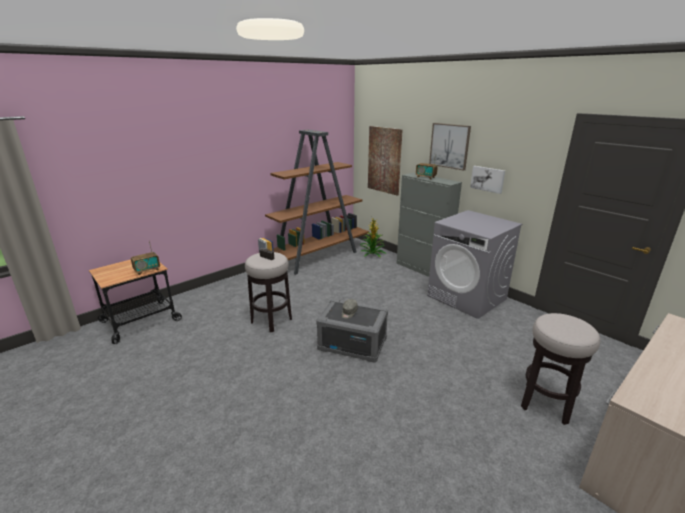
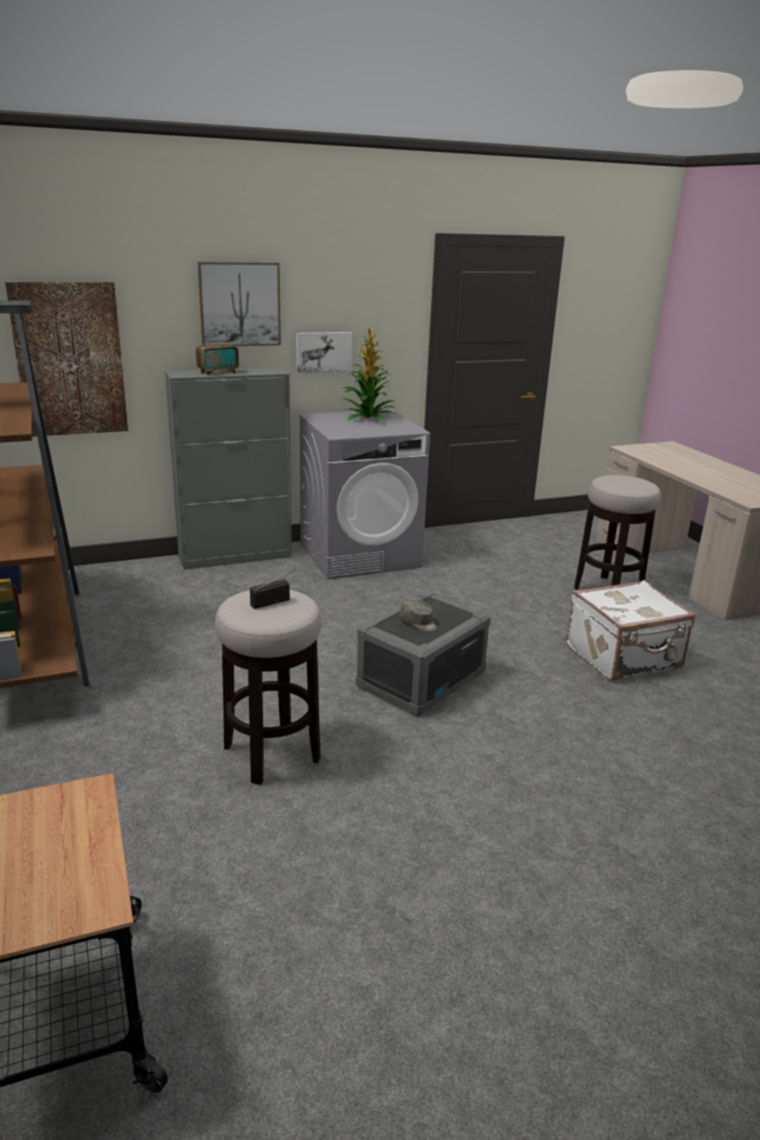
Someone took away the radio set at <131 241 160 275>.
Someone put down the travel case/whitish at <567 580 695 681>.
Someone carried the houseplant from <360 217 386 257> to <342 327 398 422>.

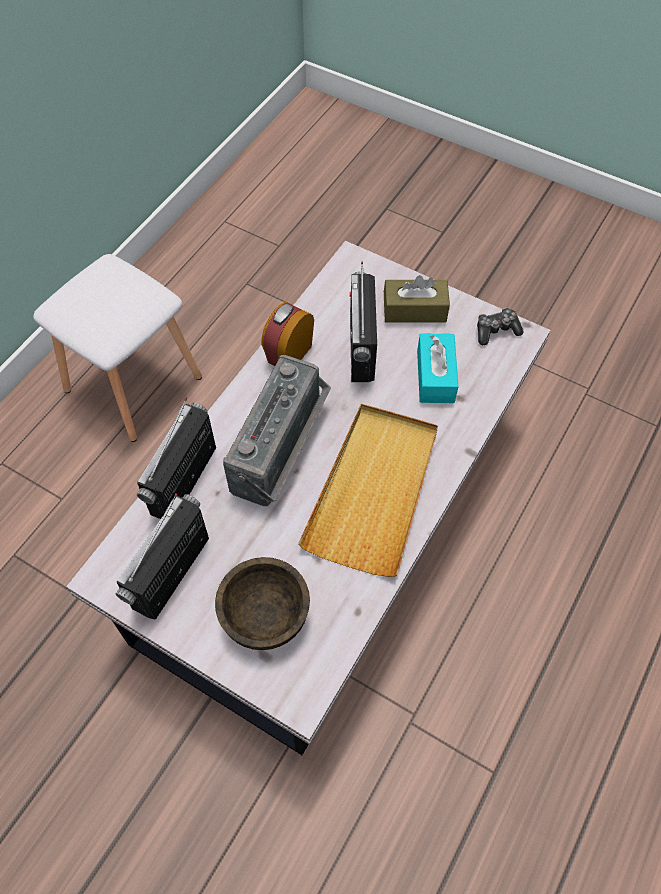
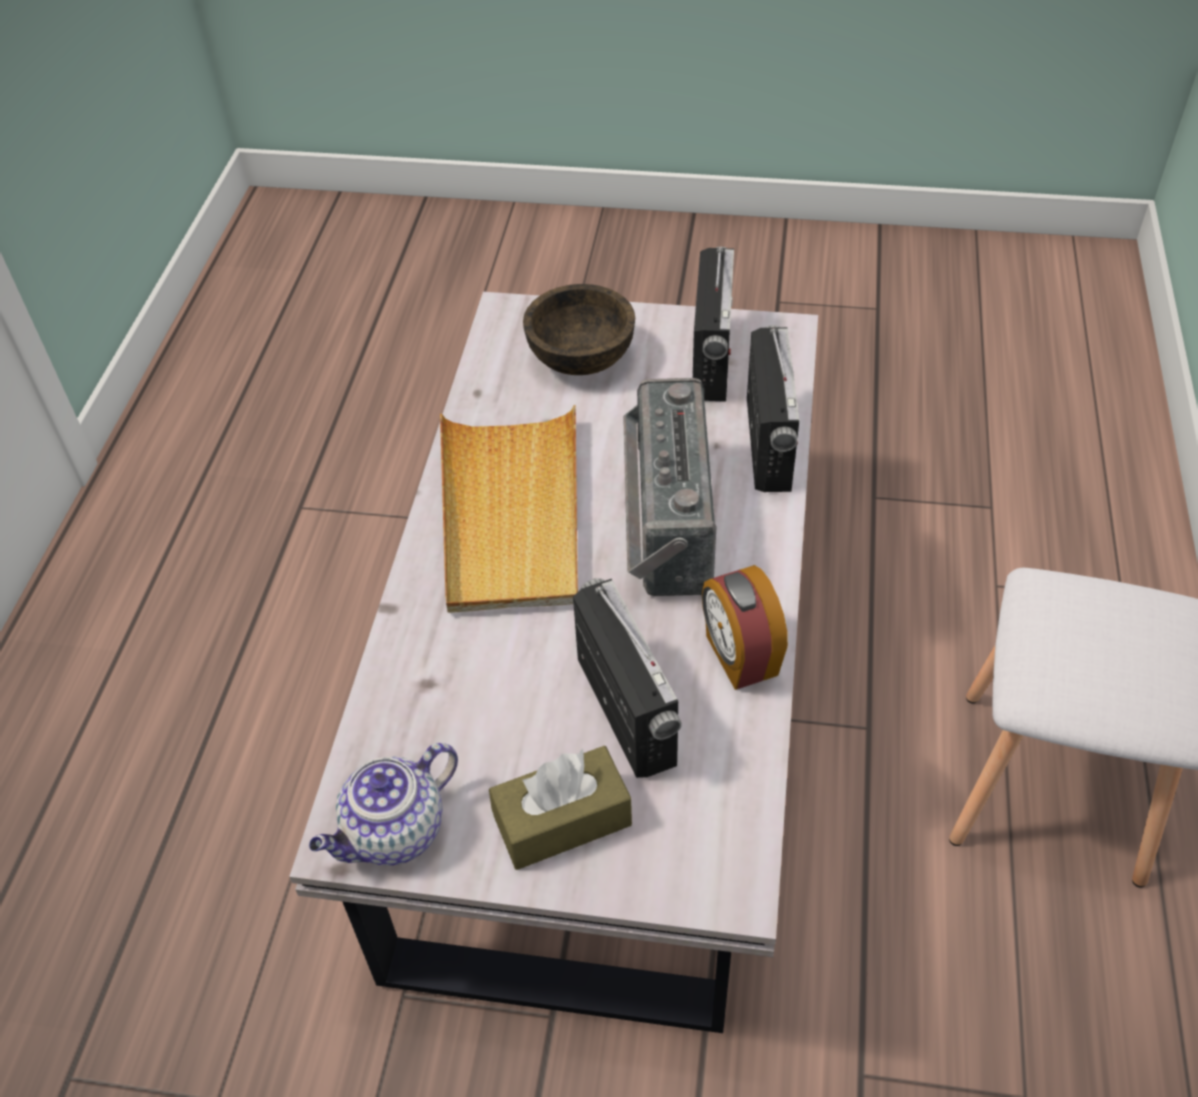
Someone took away the tissue holder/blue-green at <417 334 458 403>.
Someone swapped the gamepad at <477 308 523 345> for the pot for tea at <309 743 458 865>.
Someone rotated the alarm clock at <261 302 314 366> by 150 degrees clockwise.

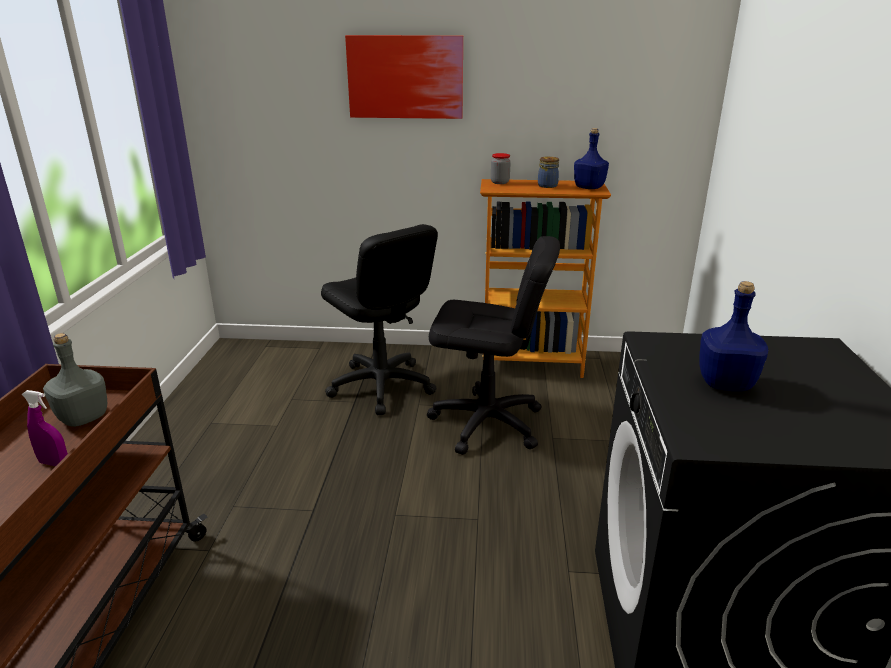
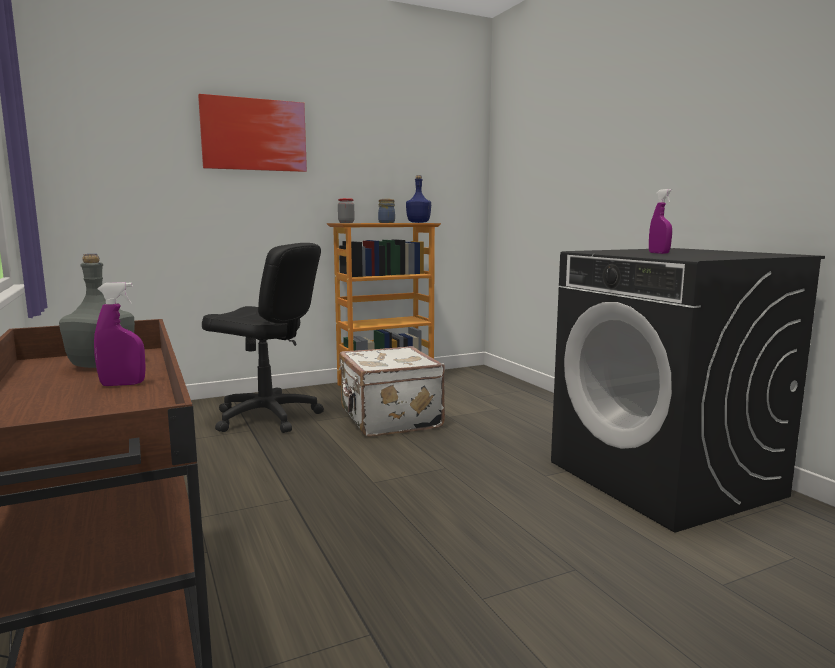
Someone swapped the computer chair/blackish at <427 236 560 455> for the travel case/whitish at <339 346 445 437>.
Someone swapped the beverage bottle/blue-coloured at <699 281 768 391> for the sprayer/purple-coloured at <649 189 673 254>.

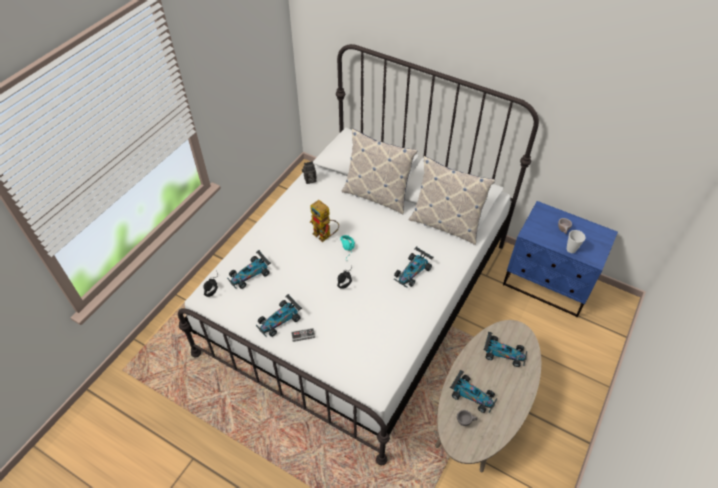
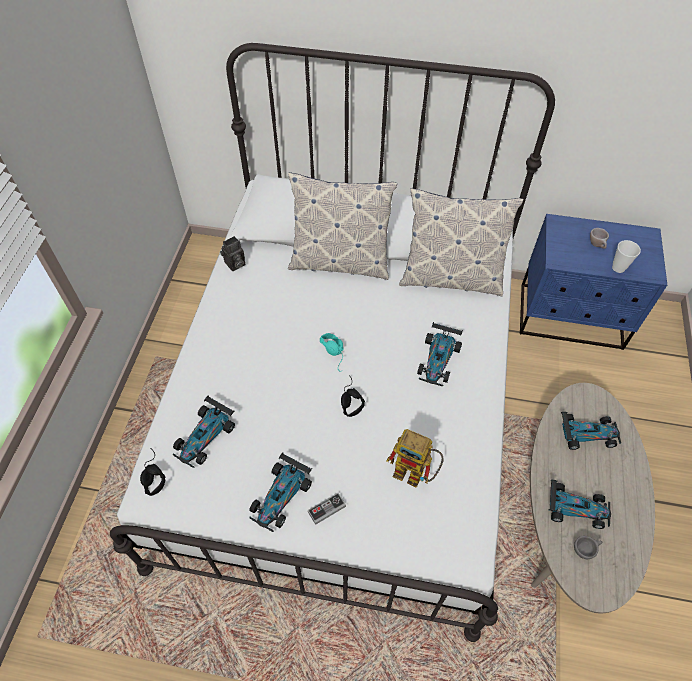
Someone carried the model robot from <310 200 339 242> to <386 429 443 488>.

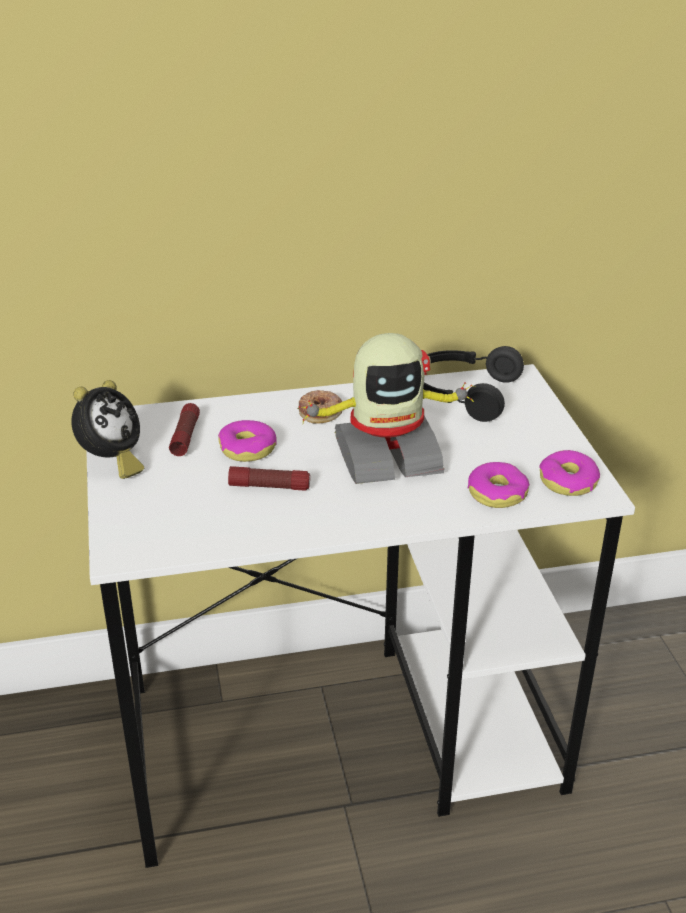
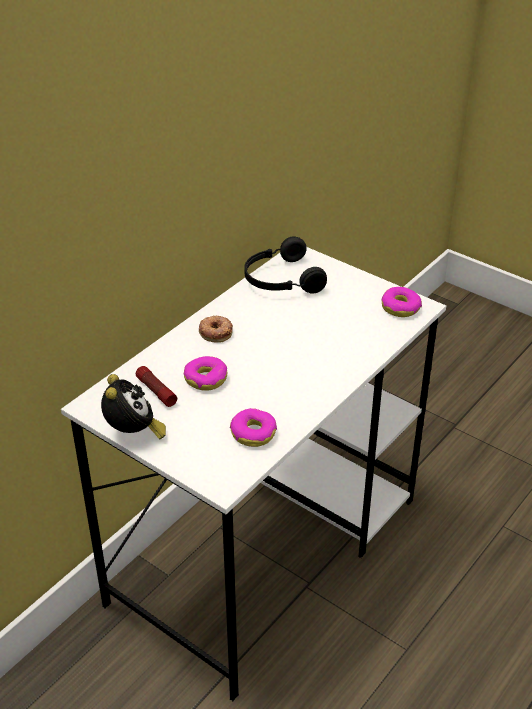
Someone took away the hand torch at <228 466 310 491>.
Someone took away the model robot at <298 333 475 484>.
Someone carried the donut from <467 462 530 508> to <230 408 277 447>.

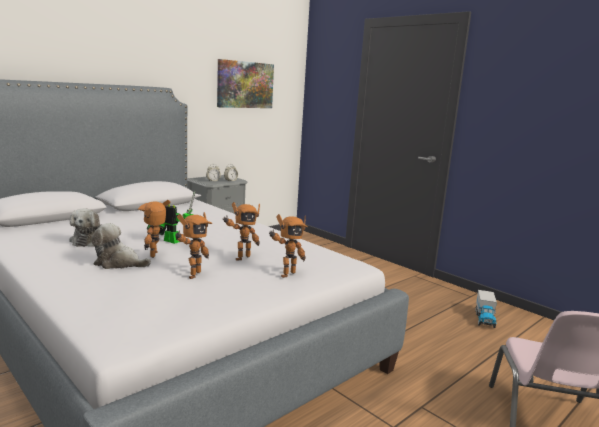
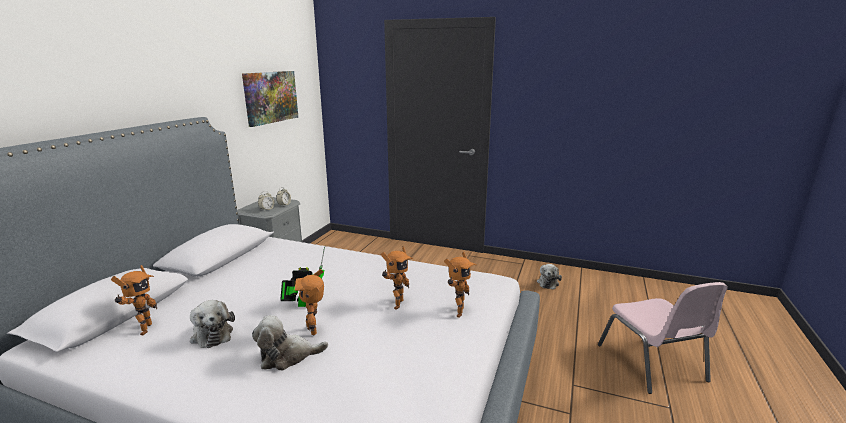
Someone carried the model robot from <175 212 212 279> to <111 265 157 335>.
Someone swapped the toy truck at <476 290 497 328> for the cuddly toy at <537 264 562 290>.

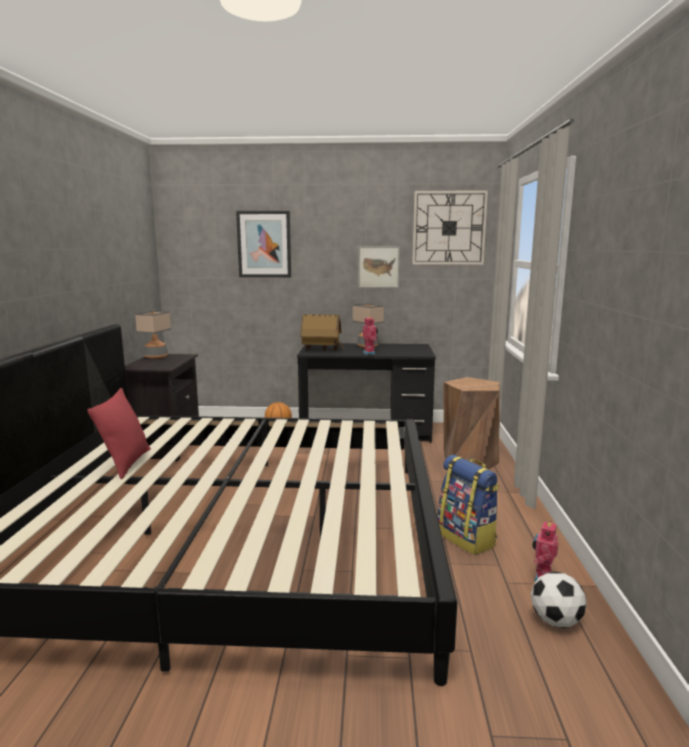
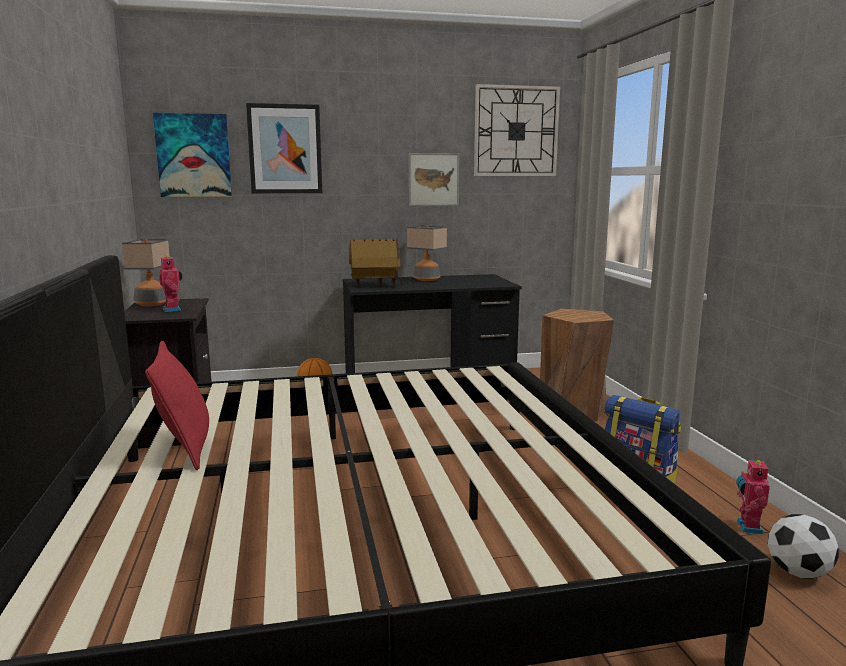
Someone put up the wall art at <153 113 232 197>.
Someone carried the model robot from <363 316 378 355> to <159 255 182 312>.

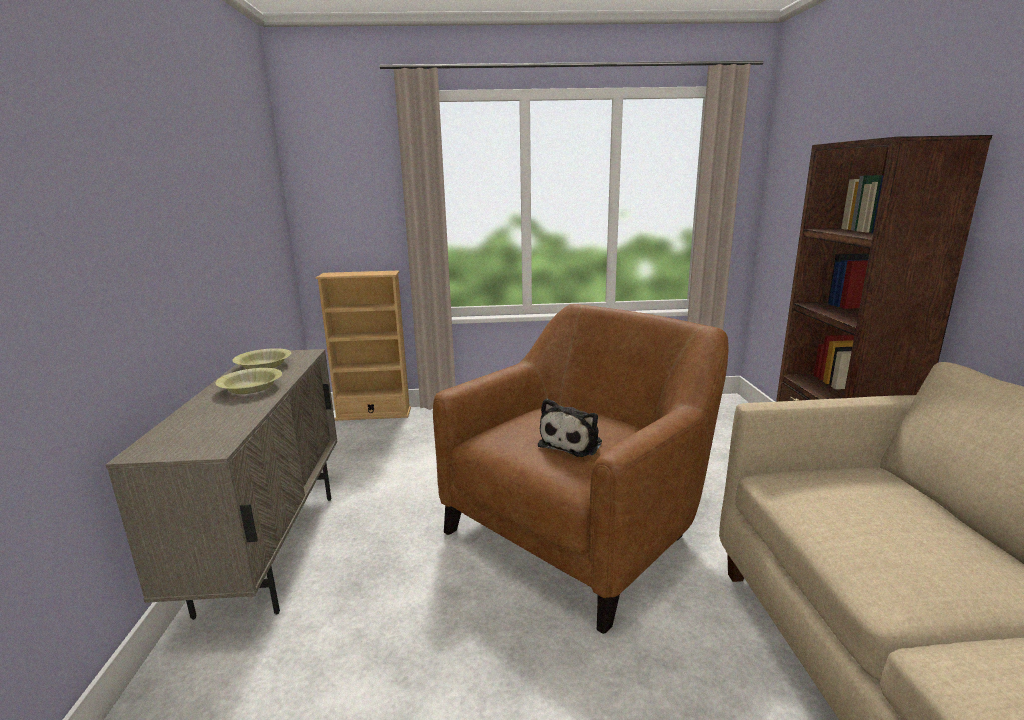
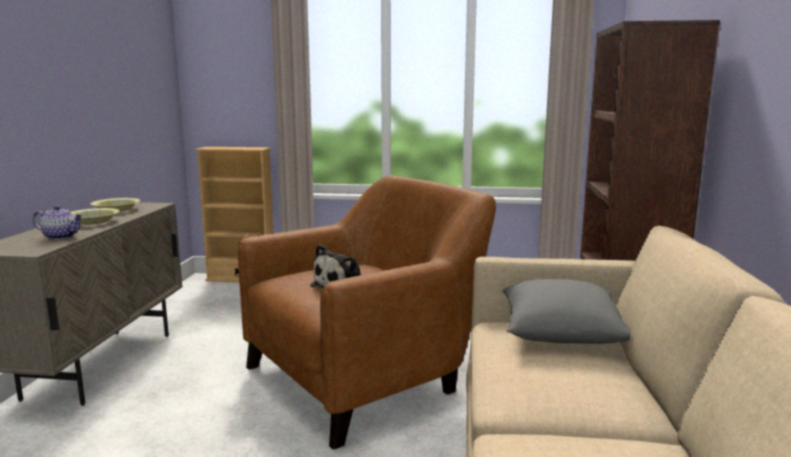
Someone put down the pot for tea at <33 205 83 240>.
Someone put down the throw pillow/greyish at <502 279 631 344>.

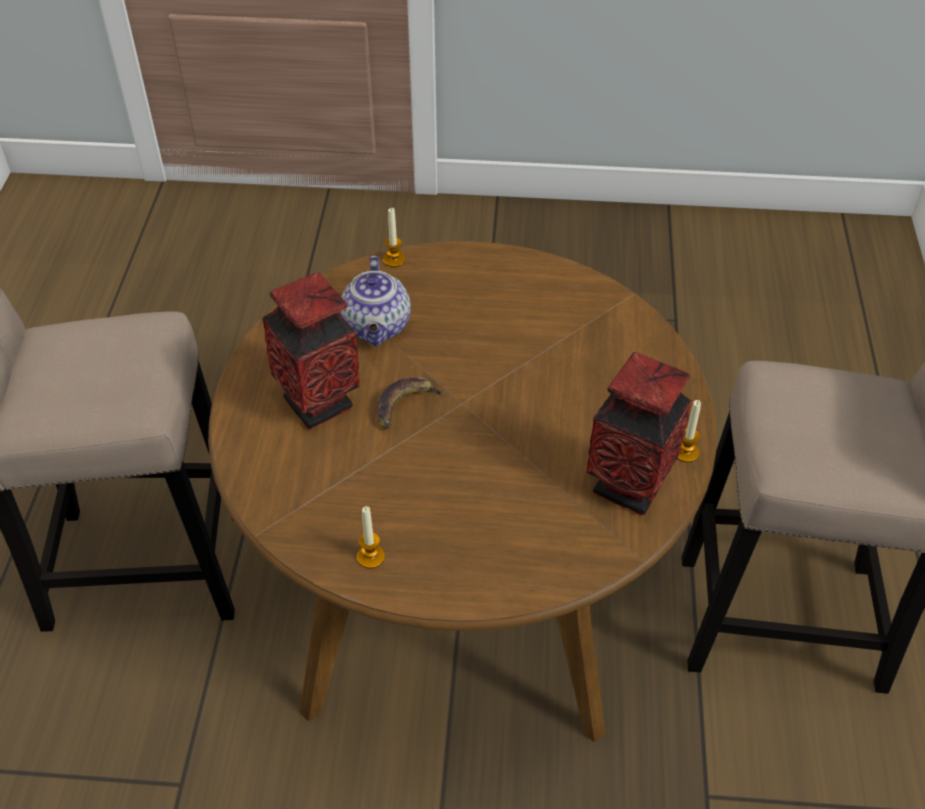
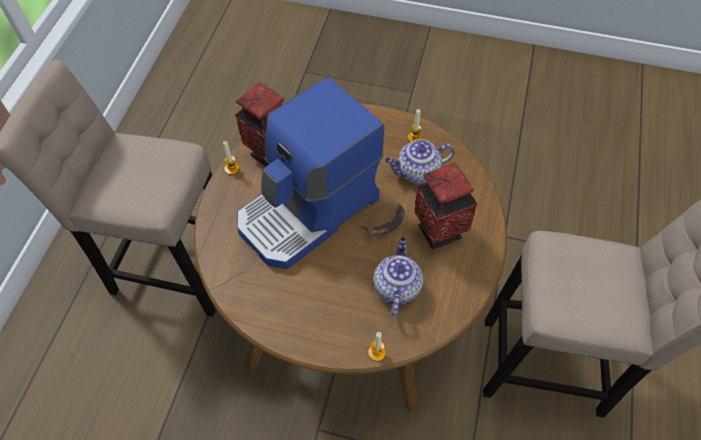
Someone put down the coffee brewer at <237 77 384 269>.
Someone put down the pot for tea at <385 139 455 184>.

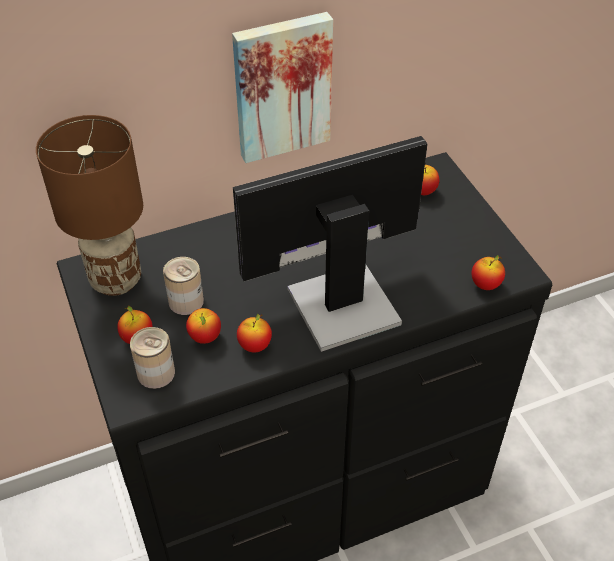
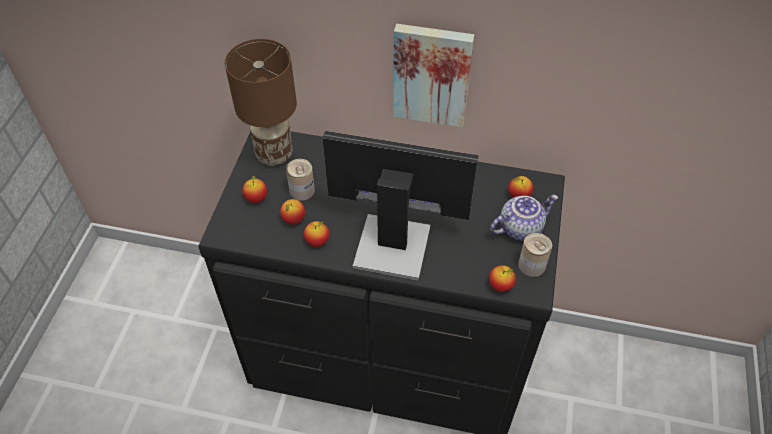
Someone put down the pot for tea at <490 195 558 241>.
Someone carried the metal can from <130 327 175 389> to <518 233 552 277>.

